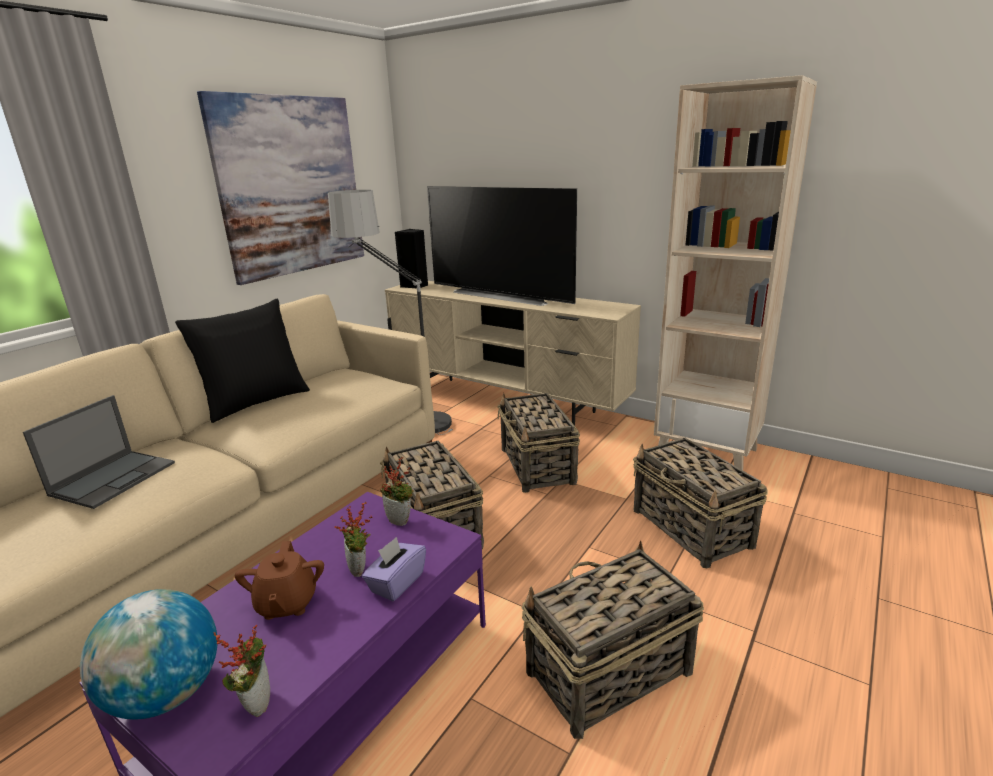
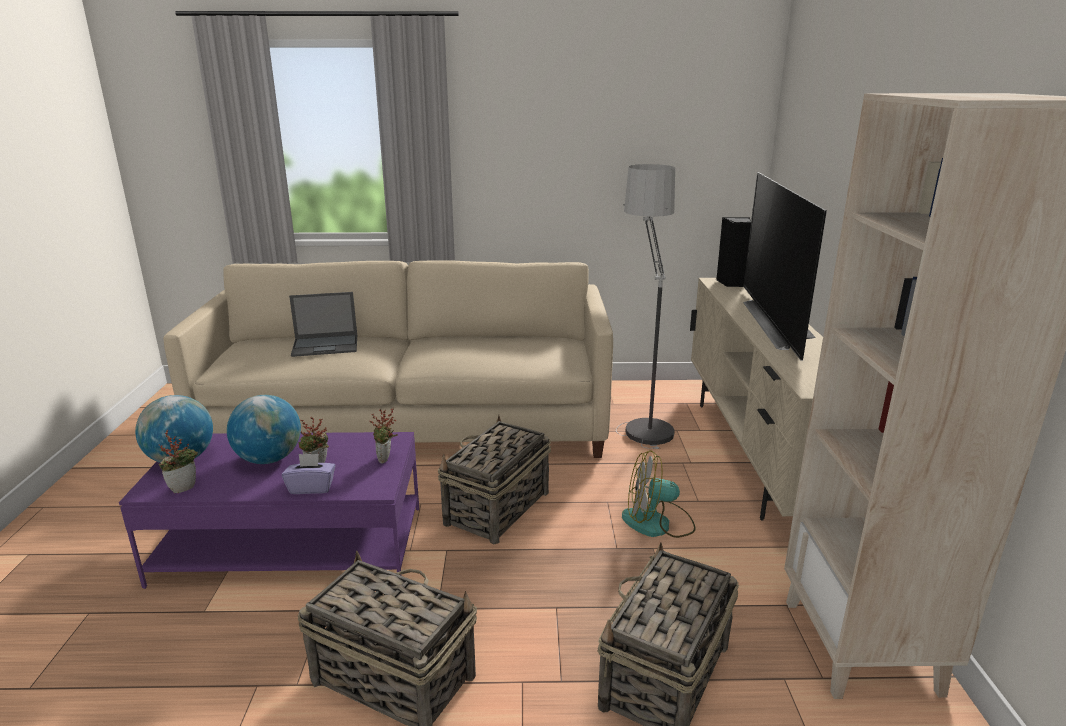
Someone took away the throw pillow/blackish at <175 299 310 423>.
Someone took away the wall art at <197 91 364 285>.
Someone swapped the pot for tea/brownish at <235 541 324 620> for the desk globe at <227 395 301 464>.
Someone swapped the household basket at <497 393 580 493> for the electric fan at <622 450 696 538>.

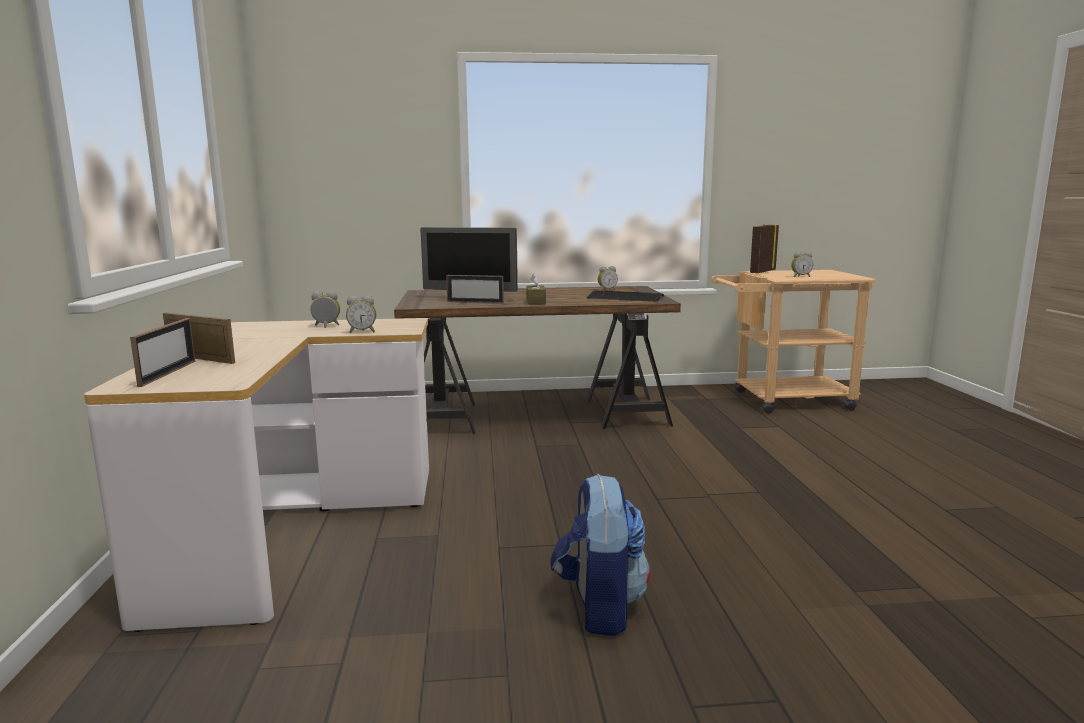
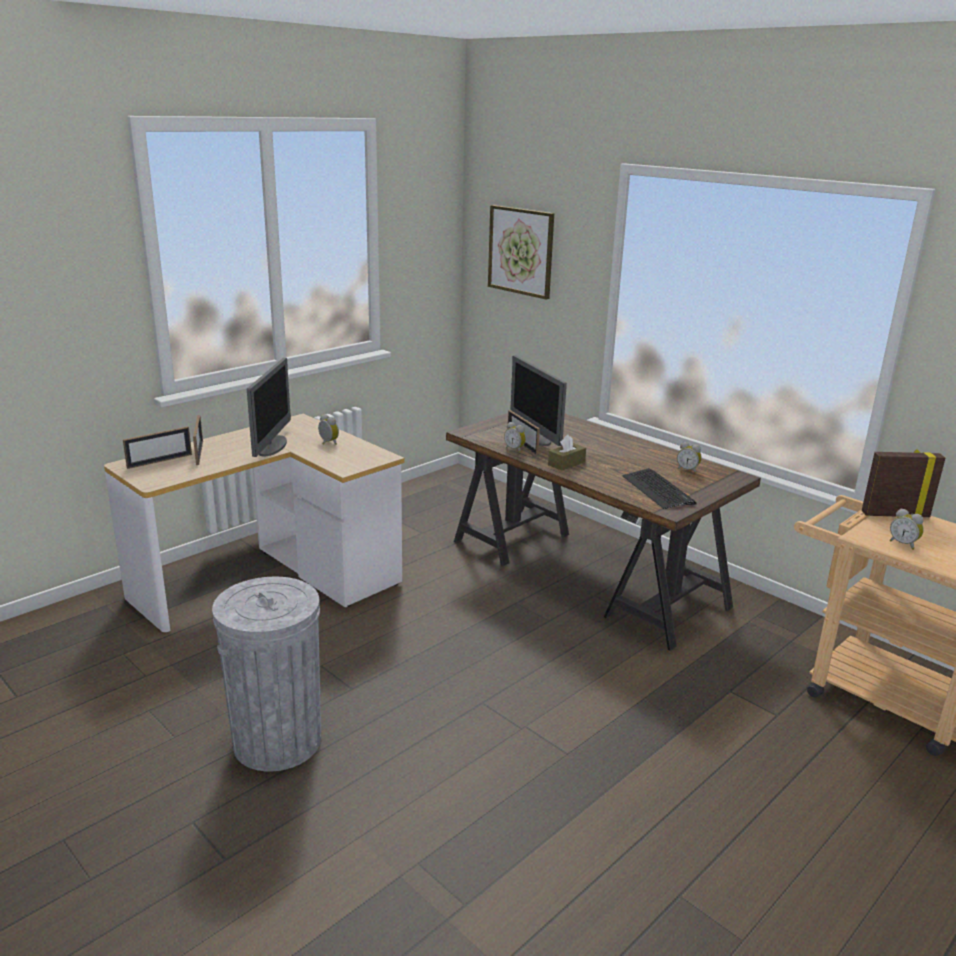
Someone put down the computer screen at <247 358 291 457>.
Someone put up the wall art at <488 205 554 299>.
Someone carried the alarm clock from <346 296 376 333> to <504 422 526 453>.
Someone swapped the backpack at <551 474 650 636> for the rubbish bin/greyish at <212 577 321 772>.

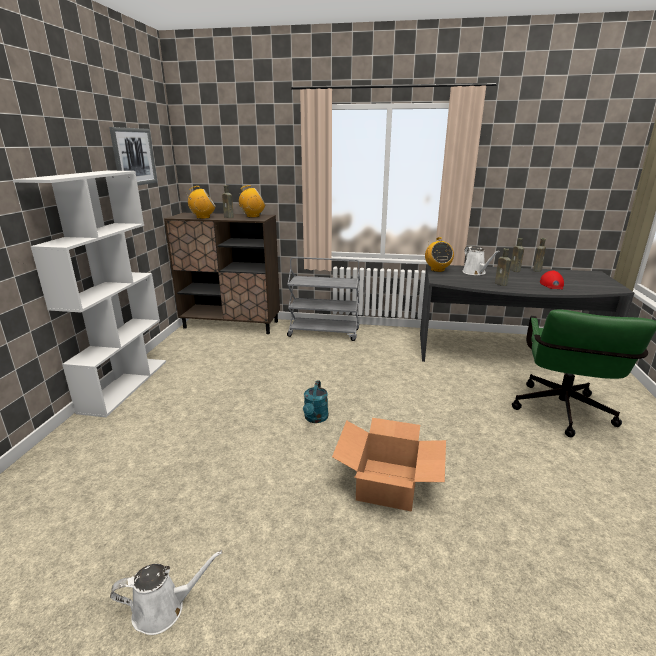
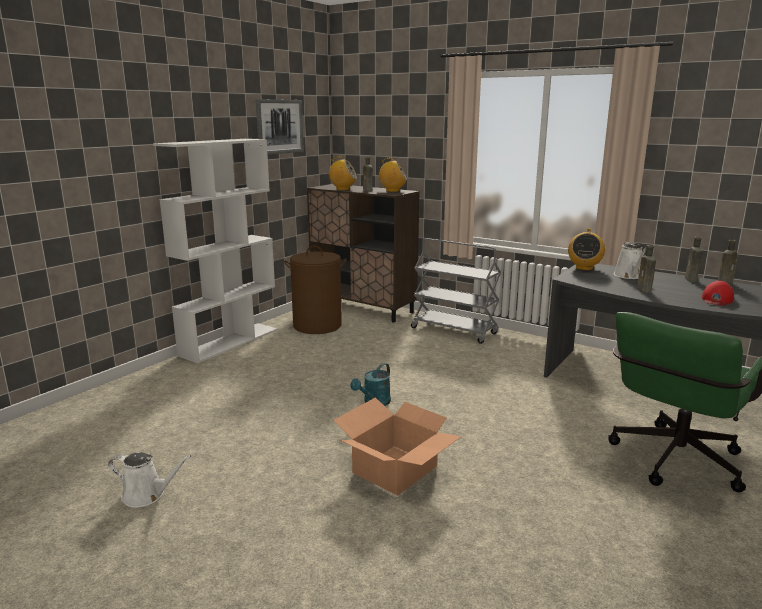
Someone put down the laundry basket/brownish at <284 246 347 334>.

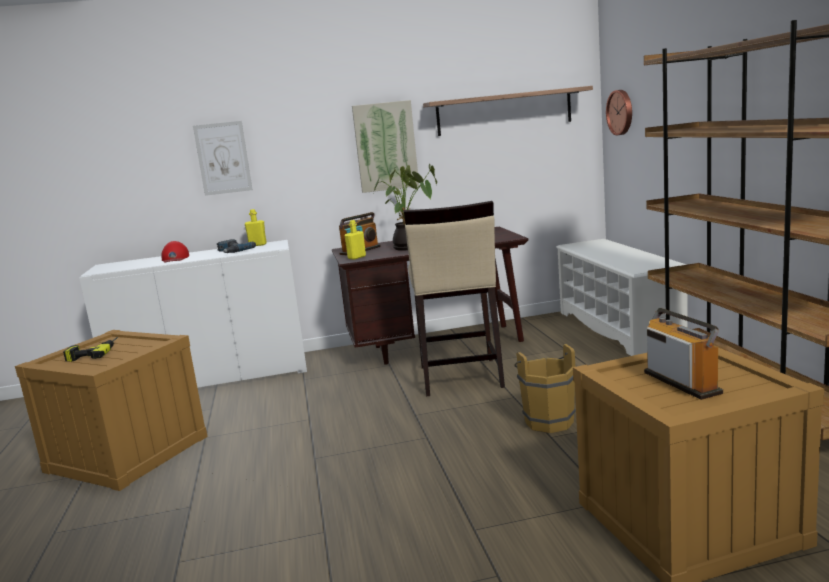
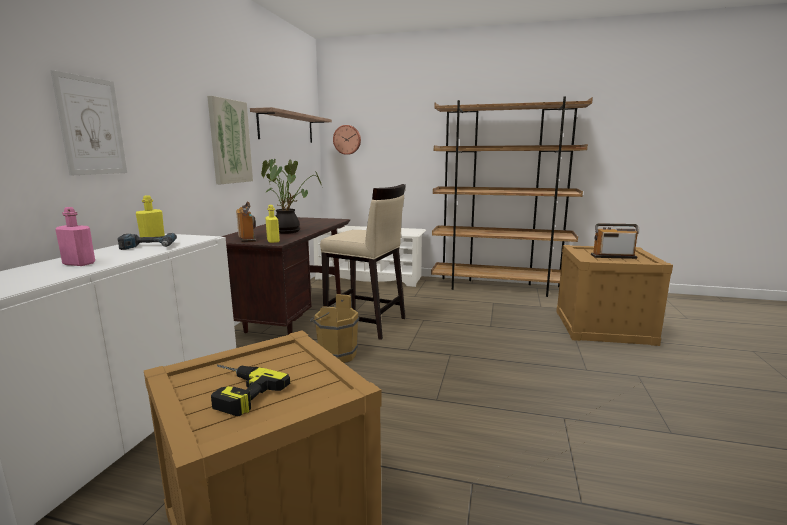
Someone carried the bucket/brownish from <514 344 576 433> to <310 294 359 363>.
Someone swapped the cap/red at <162 241 189 263> for the beverage bottle/pink-coloured at <55 207 95 266>.

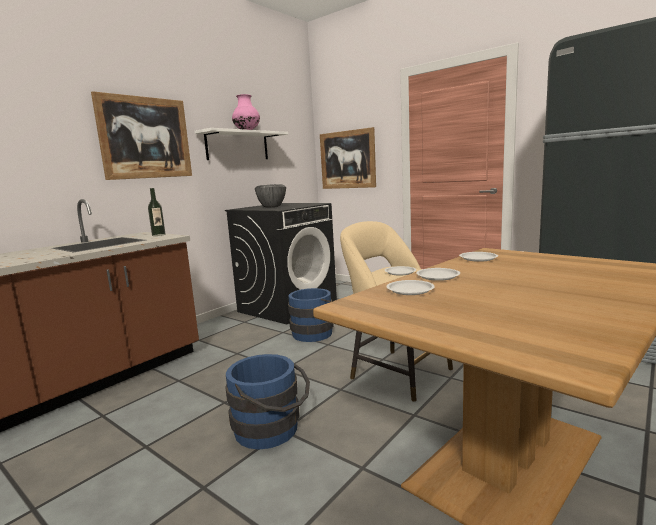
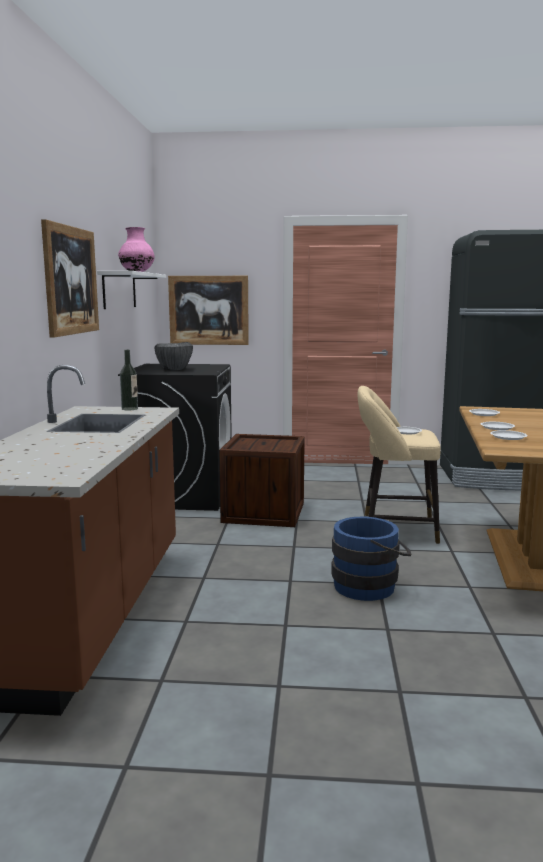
Someone swapped the bucket/blue-coloured at <288 288 334 342> for the packing crate at <219 434 305 527>.

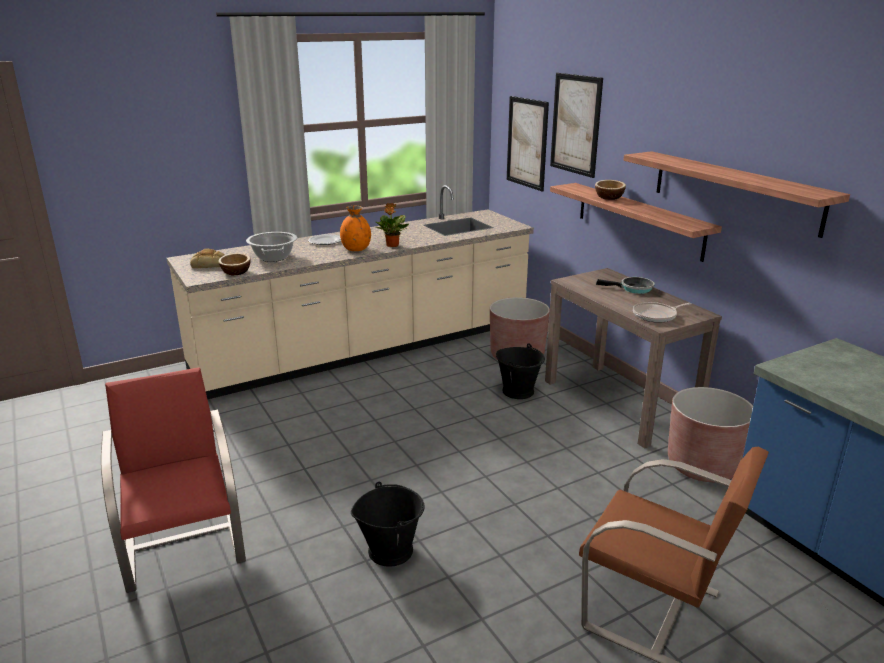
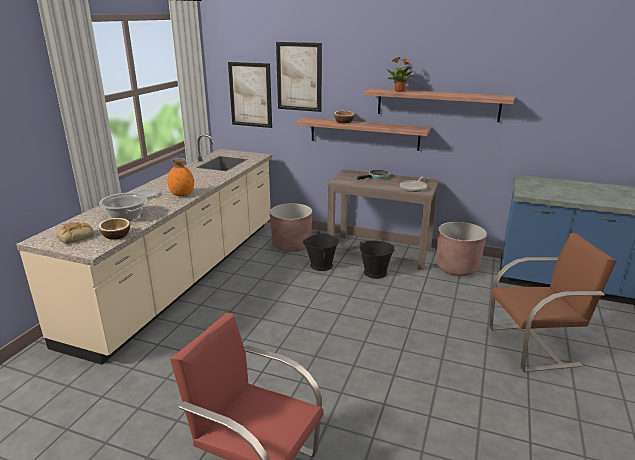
Someone carried the bucket/blackish from <351 482 424 567> to <360 240 395 279>.
Someone carried the houseplant from <375 203 409 247> to <386 57 415 92>.

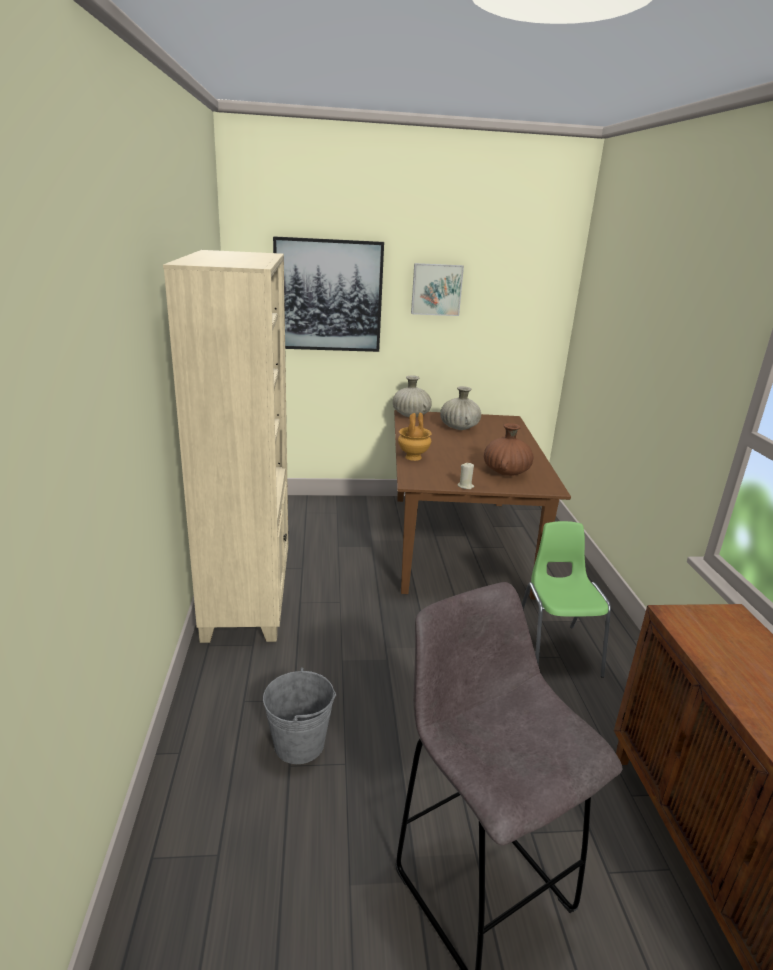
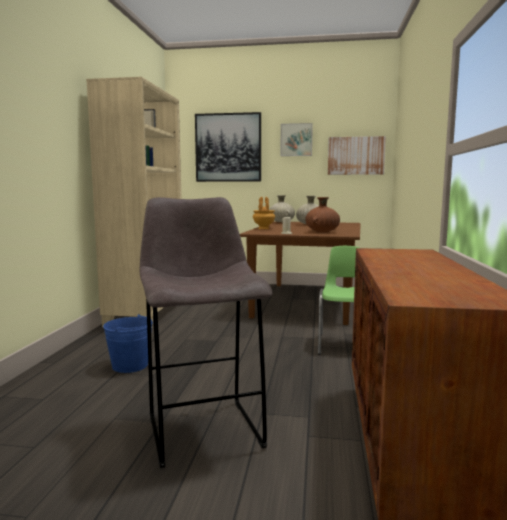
Someone put up the wall art at <328 136 386 175>.
Someone repainted the bucket/greyish at <263 668 336 764>, which became the bucket/blue-coloured at <103 314 153 373>.

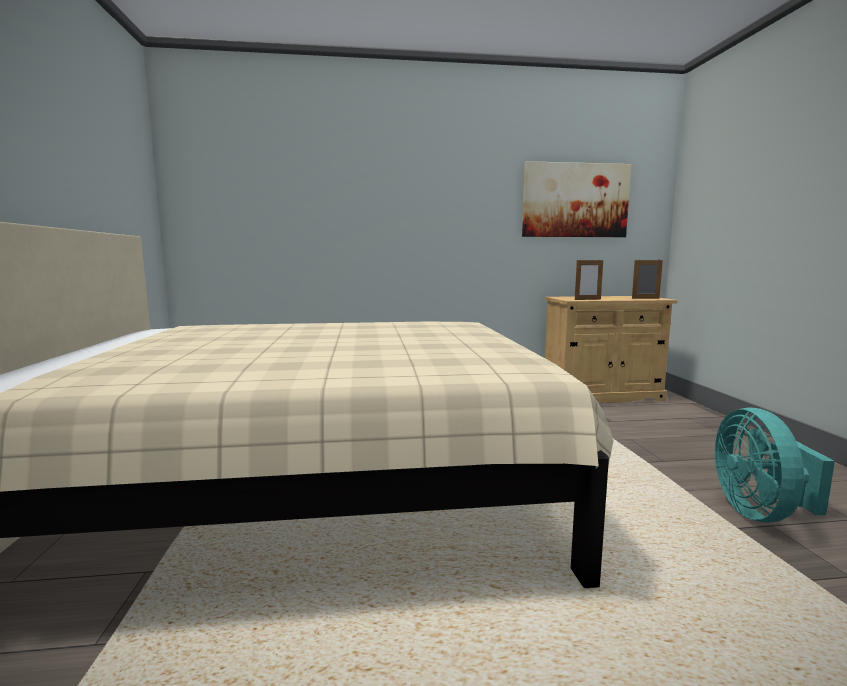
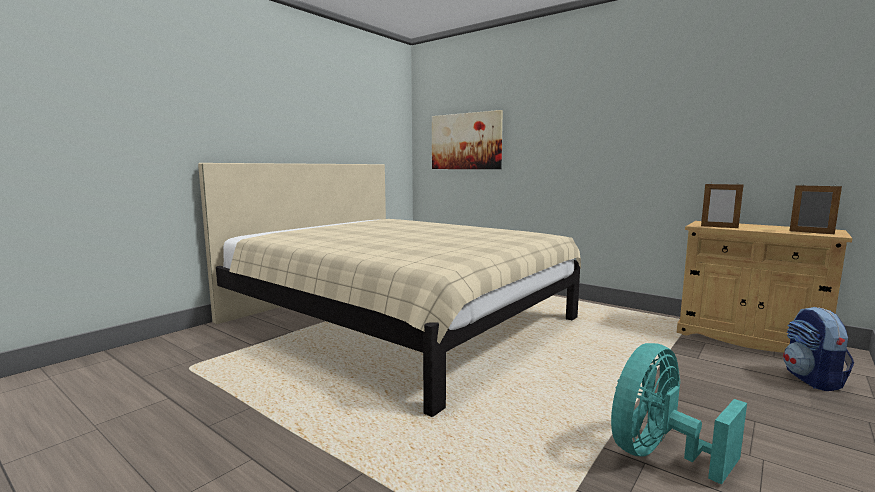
Someone put down the backpack at <783 307 854 391>.
Someone carried the wall art from <522 161 631 237> to <432 110 503 169>.

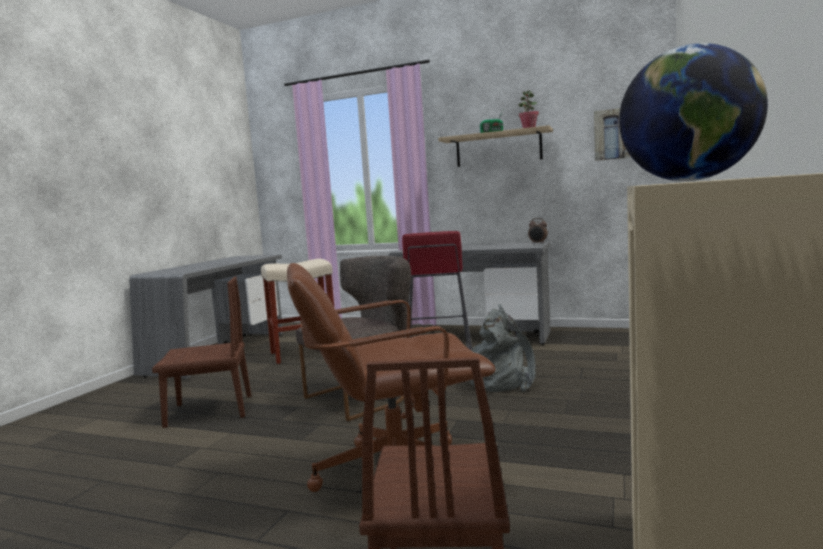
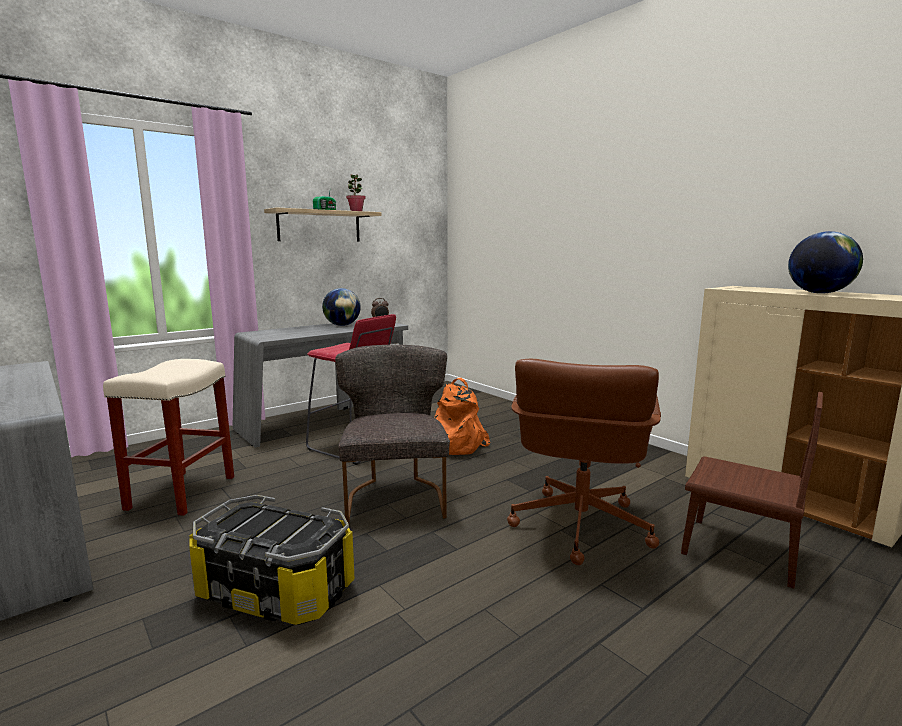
Someone took away the wall art at <594 108 629 161>.
Someone put down the desk globe at <322 288 361 326>.
Someone swapped the plain chair/brownish at <152 277 251 428> for the storage box at <189 495 355 625>.
Someone repainted the backpack/greyish at <469 304 536 392>, which became the backpack/orange at <434 378 490 455>.

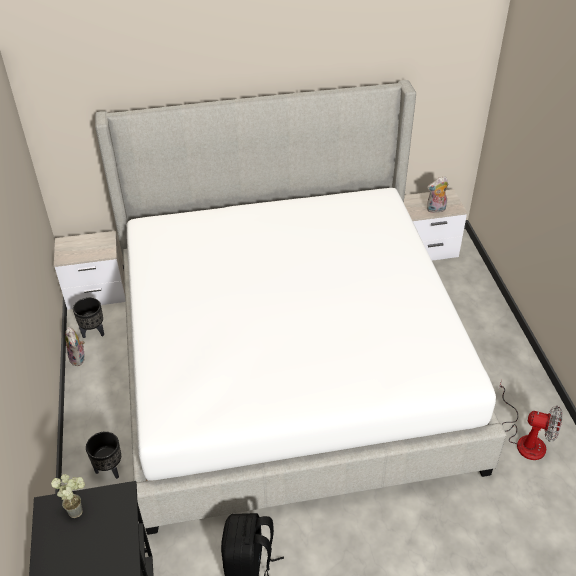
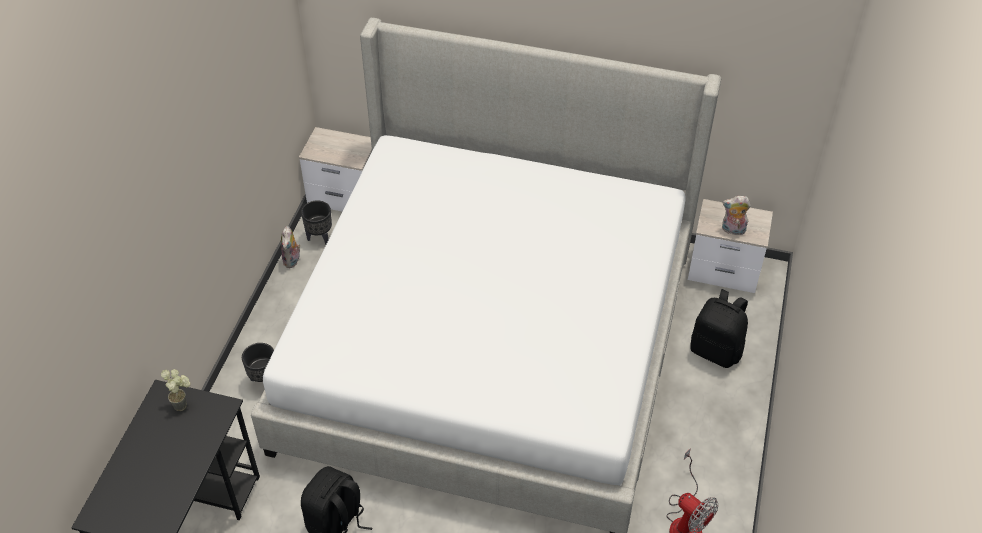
Someone put down the backpack/blackish at <690 289 748 368>.

